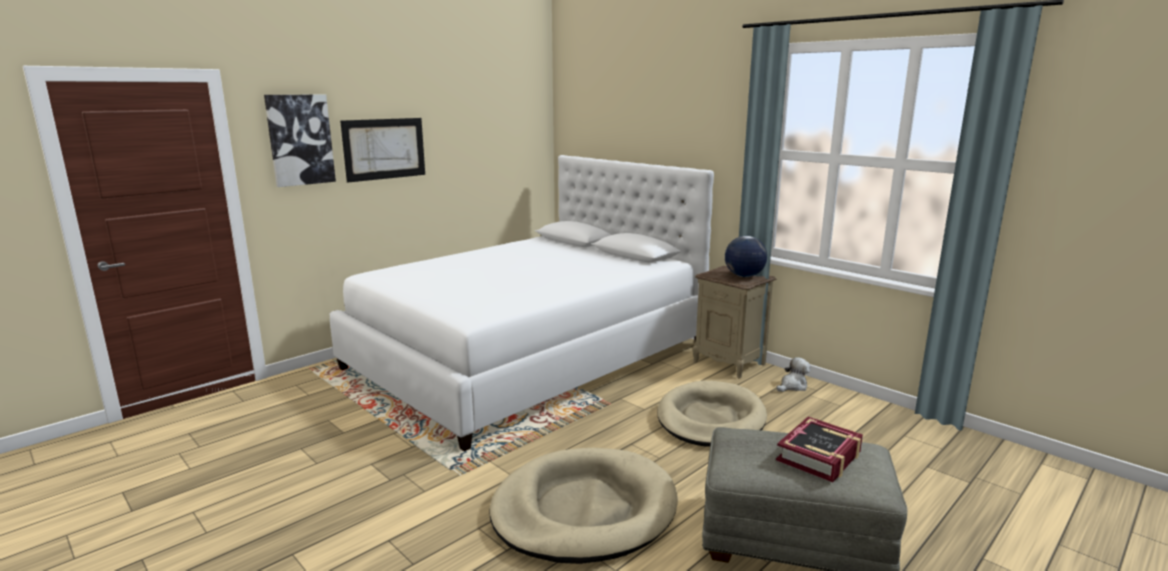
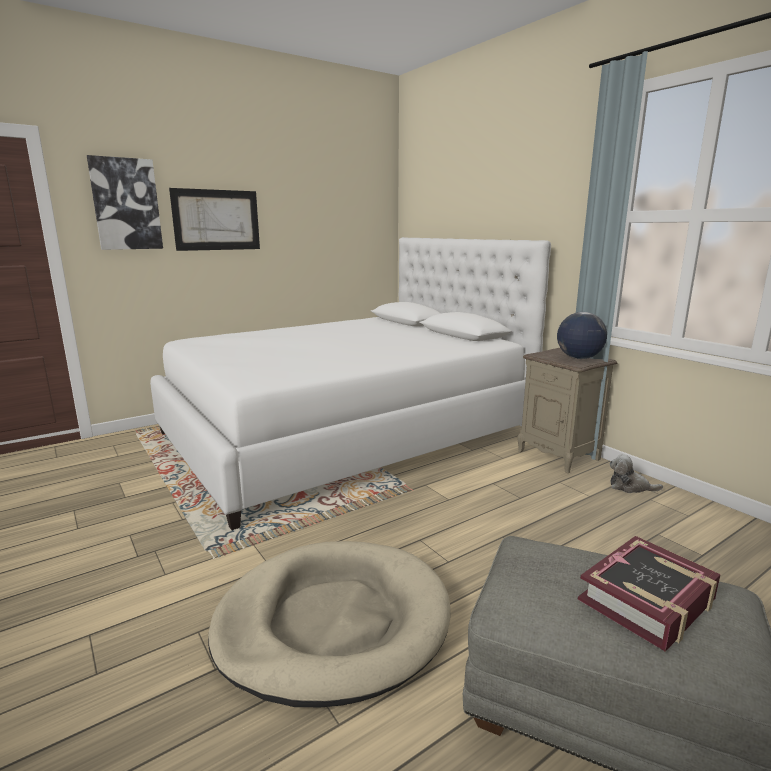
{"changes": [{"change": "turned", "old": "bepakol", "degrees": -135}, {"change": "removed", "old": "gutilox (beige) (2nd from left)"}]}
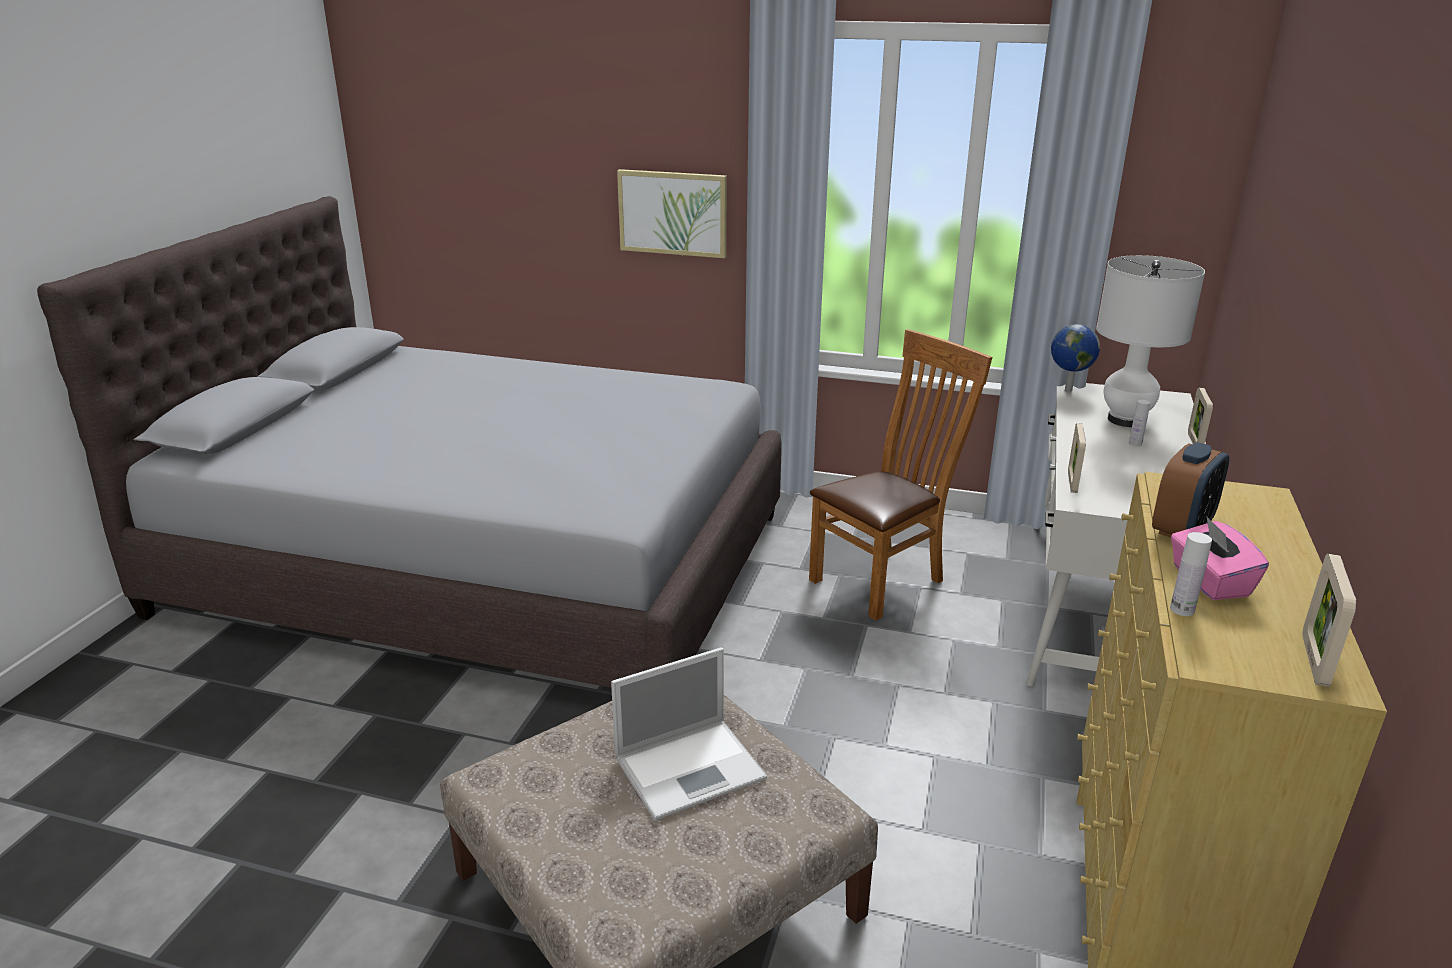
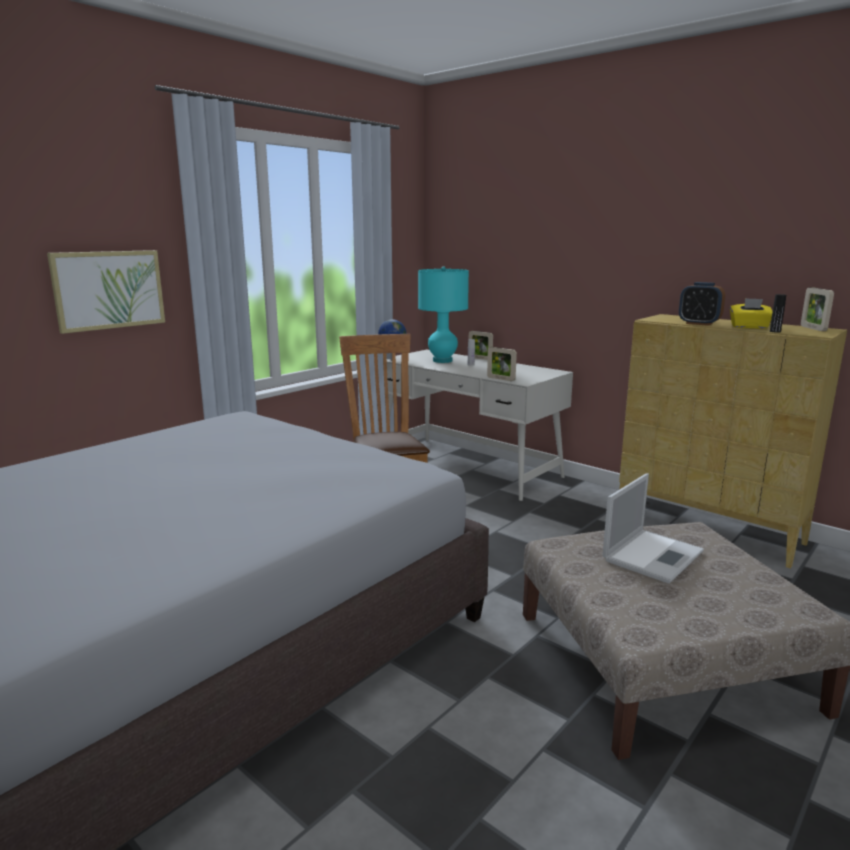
{"changes": [{"change": "recoloured", "old": "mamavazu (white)", "new": "mamavazu (turquoise)"}, {"change": "turned", "old": "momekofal", "degrees": 150}, {"change": "recoloured", "old": "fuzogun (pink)", "new": "fuzogun (yellow)"}, {"change": "recoloured", "old": "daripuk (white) (2nd from left)", "new": "daripuk (black)"}, {"change": "turned", "old": "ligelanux (3rd from left)", "degrees": 45}, {"change": "turned", "old": "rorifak", "degrees": 45}]}
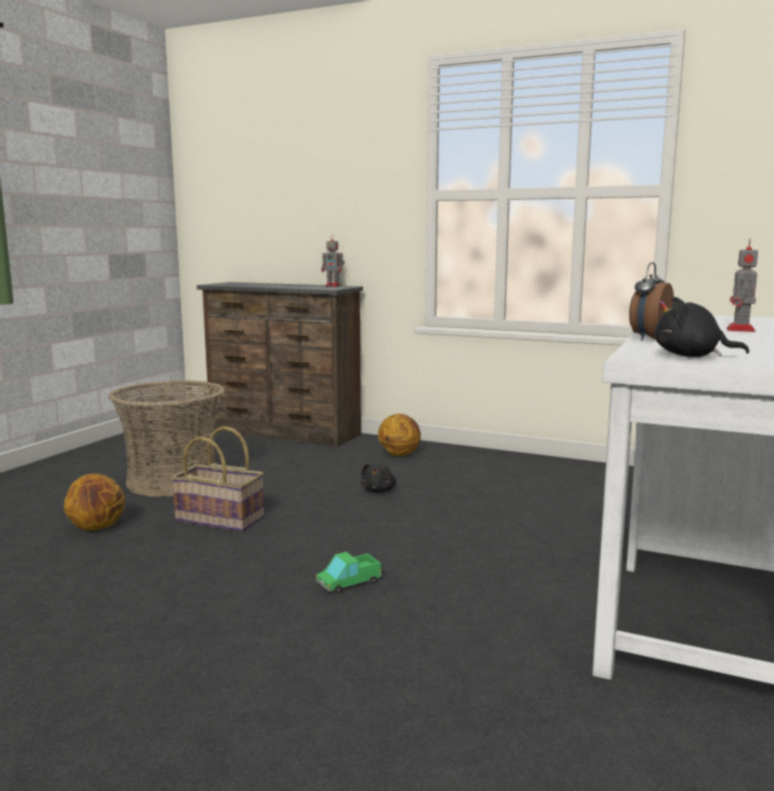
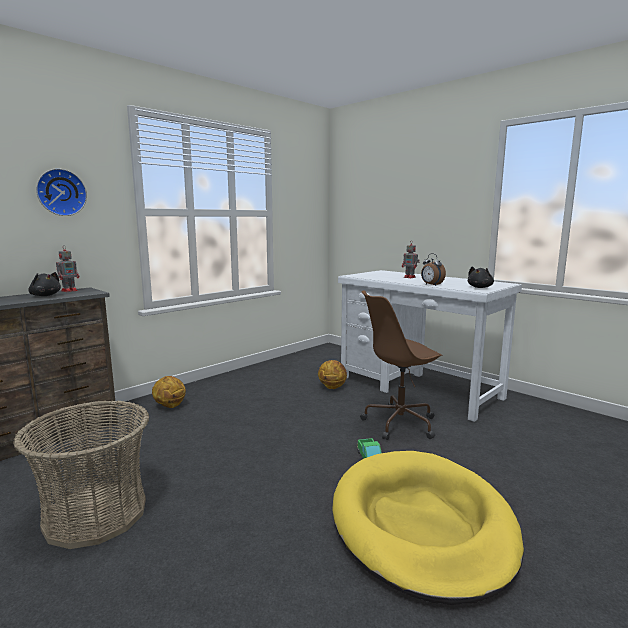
{"changes": [{"change": "removed", "old": "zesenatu (2nd from left)"}, {"change": "moved", "old": "bepakol (black) (1st from left)"}, {"change": "moved", "old": "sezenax (1st from left in the first image)", "new": "sezenax (2nd from left)"}, {"change": "added", "new": "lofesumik"}, {"change": "added", "new": "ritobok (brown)"}, {"change": "added", "new": "gutilox (yellow)"}]}
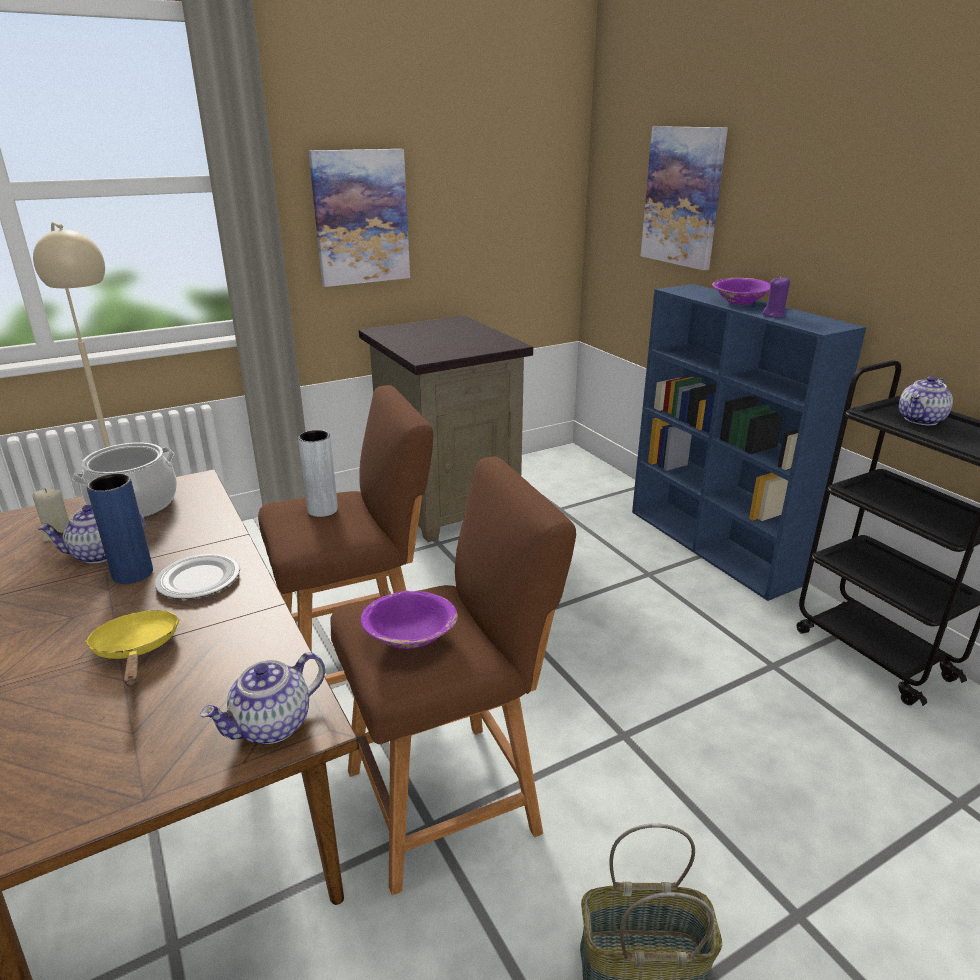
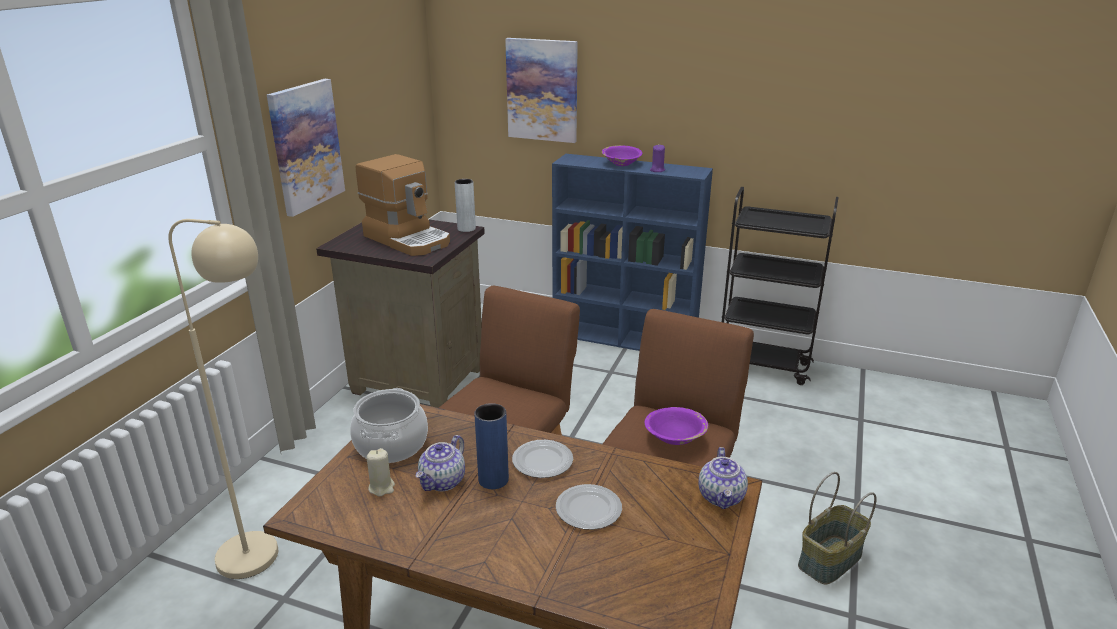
{"changes": [{"change": "removed", "old": "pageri (3rd from left)"}, {"change": "moved", "old": "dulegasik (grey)"}, {"change": "replaced", "old": "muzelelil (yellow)", "new": "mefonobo (2nd from left)"}, {"change": "added", "new": "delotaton"}]}
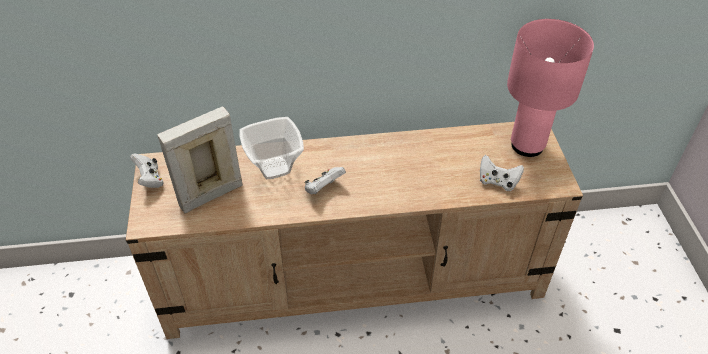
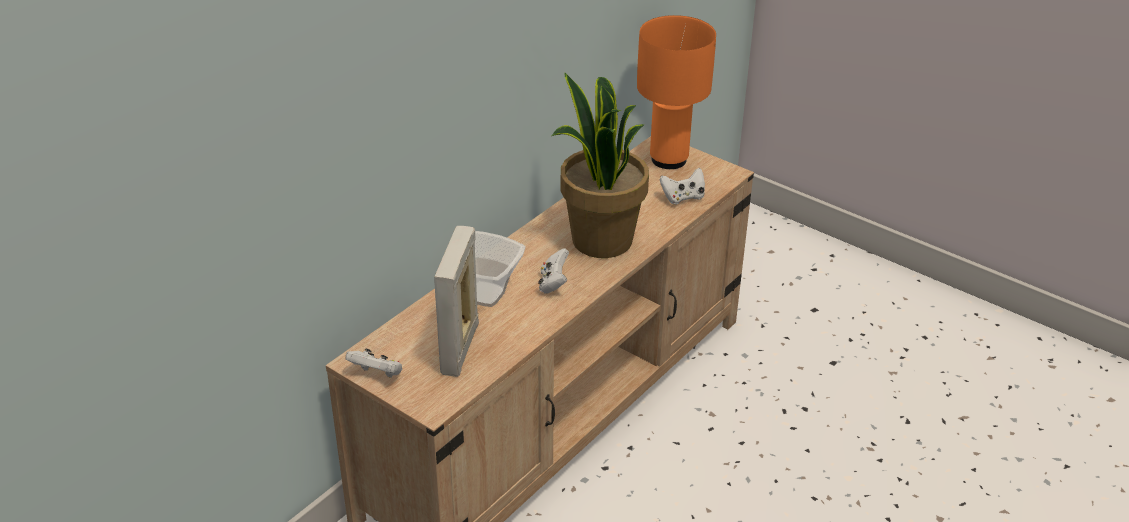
{"changes": [{"change": "recoloured", "old": "mamavazu (pink)", "new": "mamavazu (orange)"}, {"change": "added", "new": "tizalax"}]}
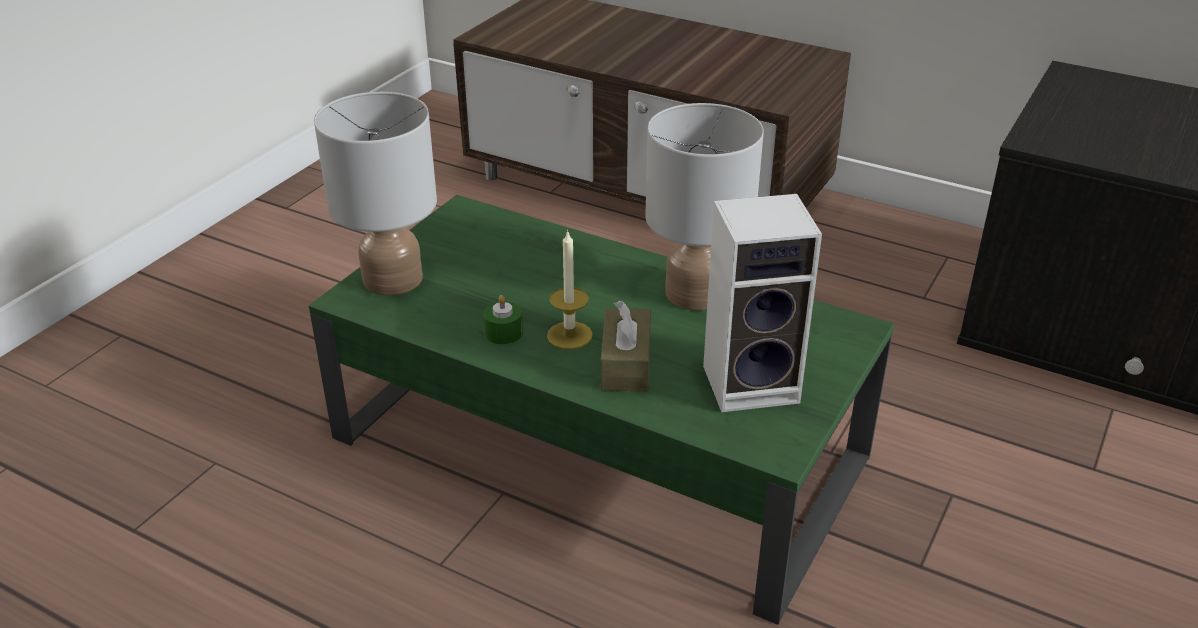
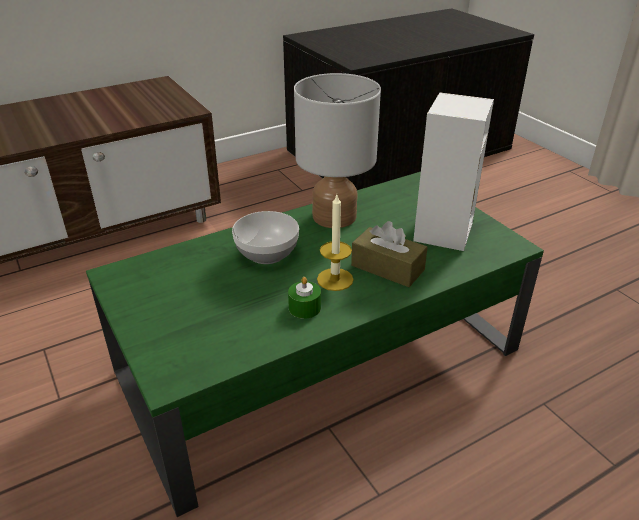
{"changes": [{"change": "removed", "old": "mamavazu (grey) (1st from left)"}, {"change": "added", "new": "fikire"}]}
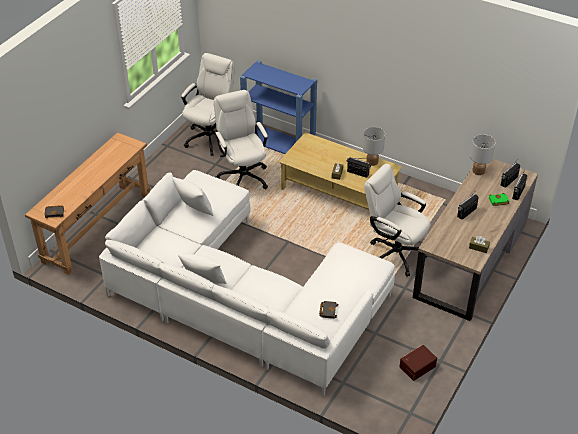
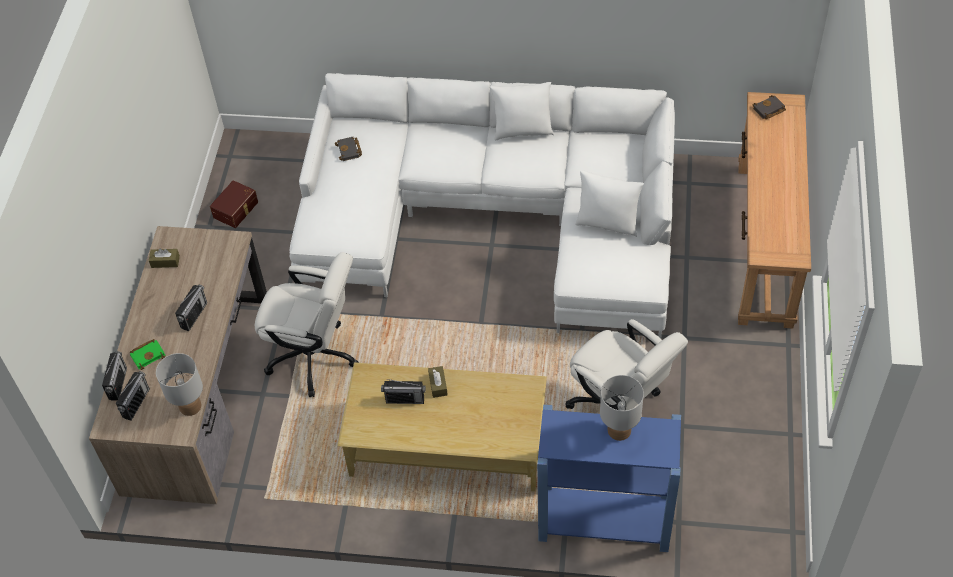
{"changes": [{"change": "removed", "old": "ritobok (white) (1st from left)"}, {"change": "moved", "old": "mamavazu (grey) (1st from left in the first image)", "new": "mamavazu (grey) (2nd from left)"}]}
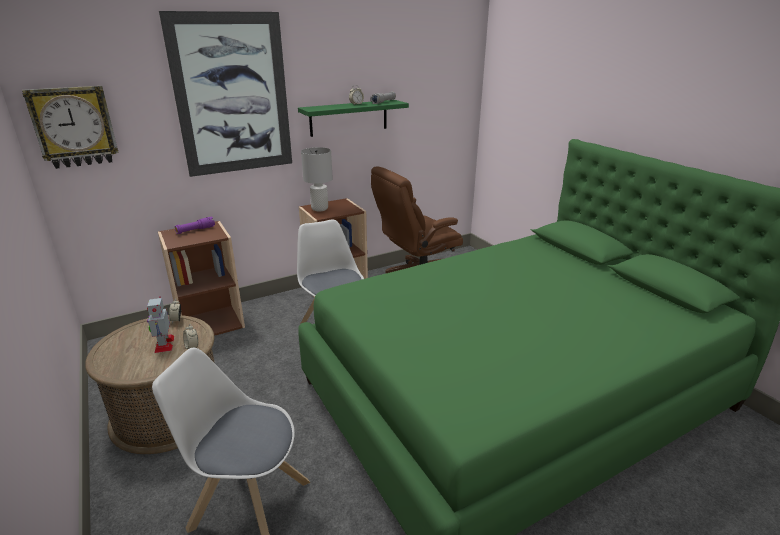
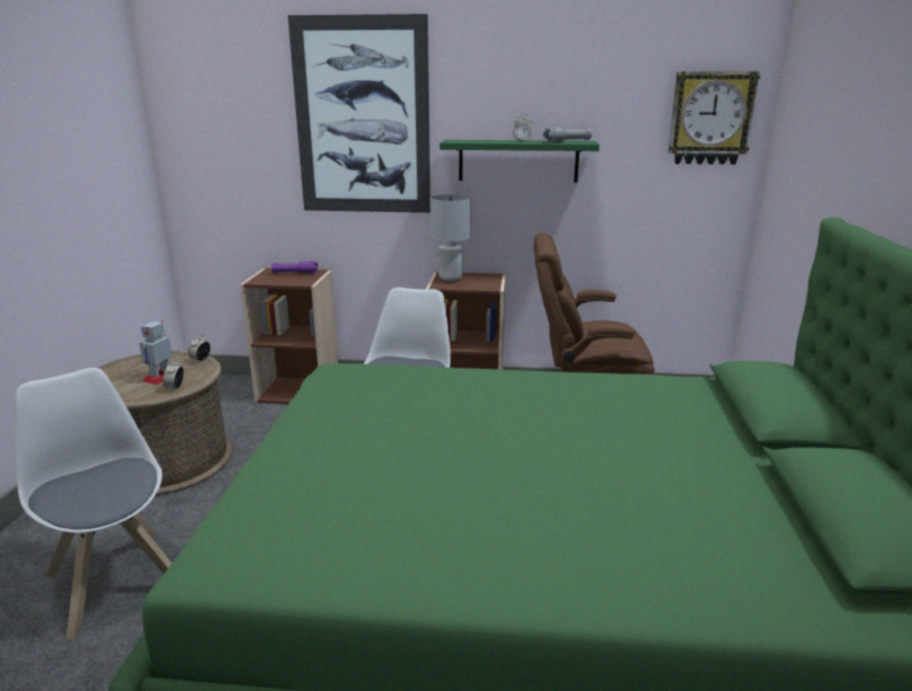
{"changes": [{"change": "moved", "old": "lofesumik"}]}
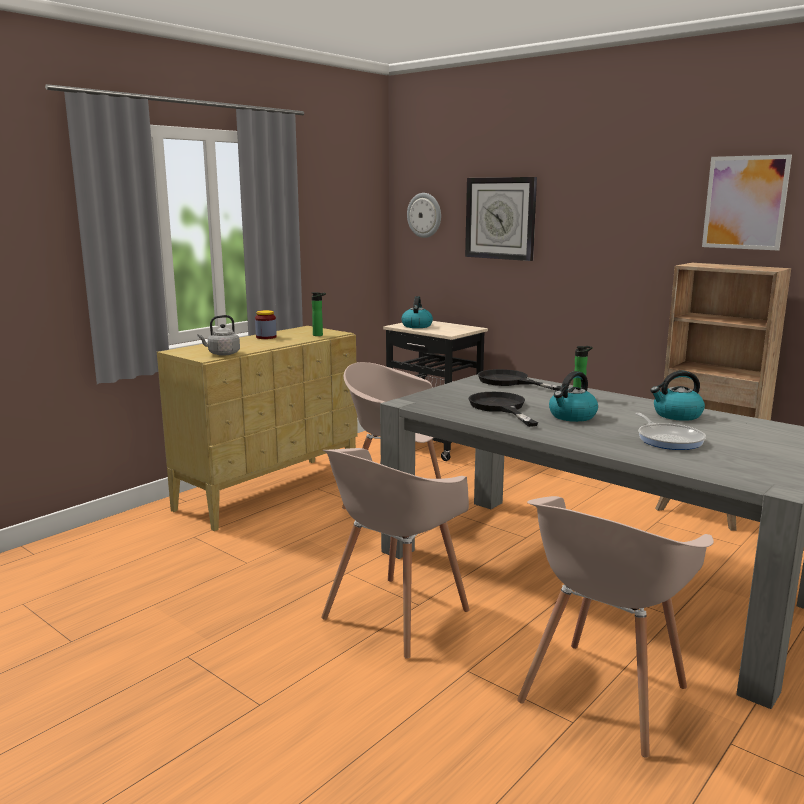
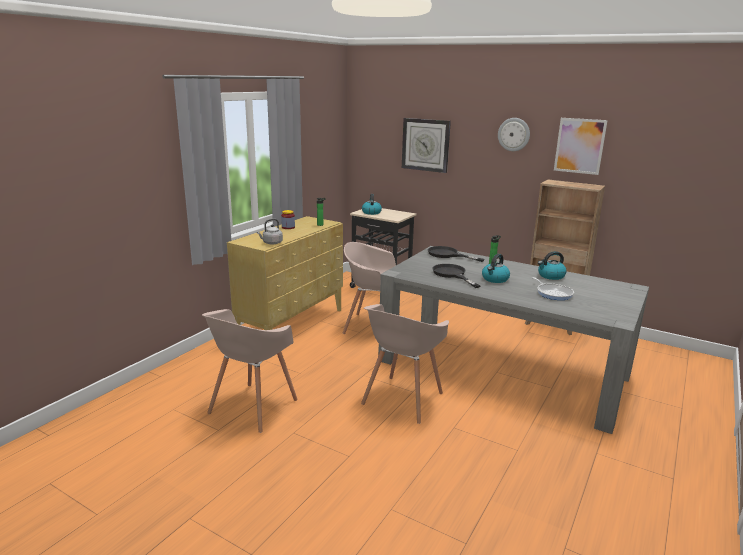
{"changes": [{"change": "moved", "old": "lofesumik (1st from left in the first image)", "new": "lofesumik (2nd from left)"}, {"change": "moved", "old": "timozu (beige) (3rd from left in the first image)", "new": "timozu (beige) (1st from left)"}]}
